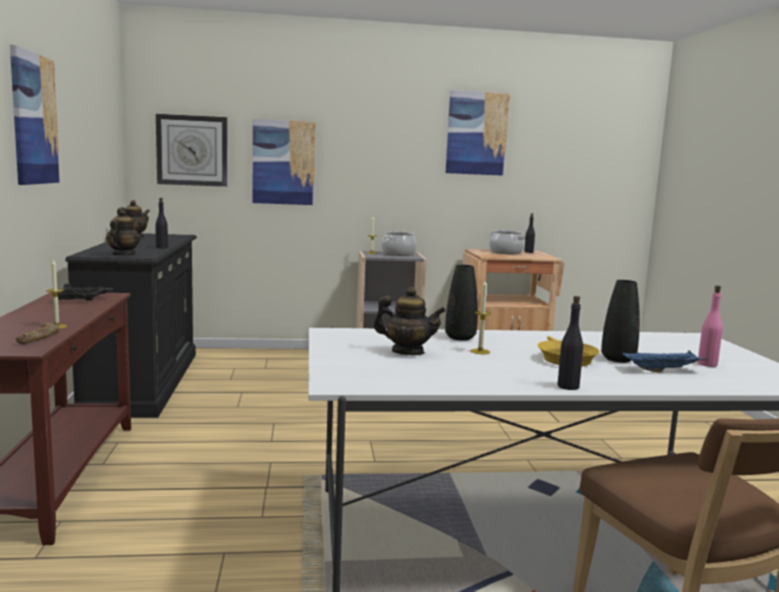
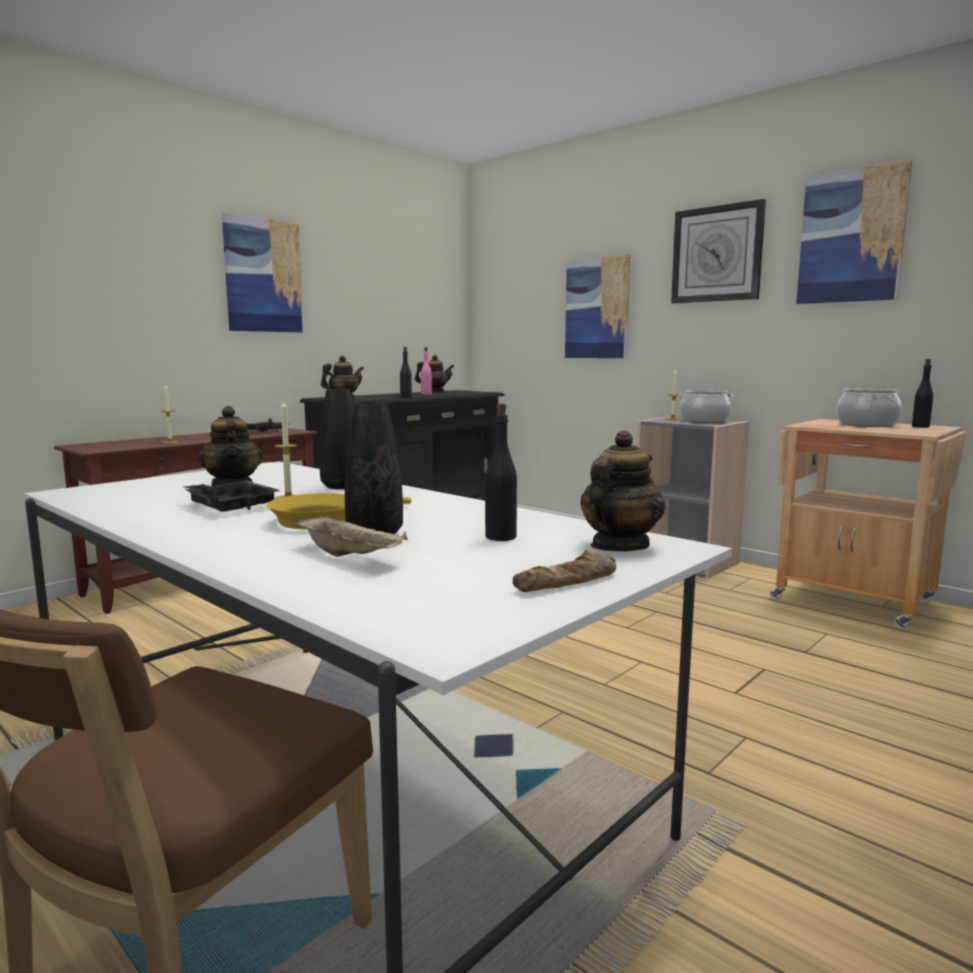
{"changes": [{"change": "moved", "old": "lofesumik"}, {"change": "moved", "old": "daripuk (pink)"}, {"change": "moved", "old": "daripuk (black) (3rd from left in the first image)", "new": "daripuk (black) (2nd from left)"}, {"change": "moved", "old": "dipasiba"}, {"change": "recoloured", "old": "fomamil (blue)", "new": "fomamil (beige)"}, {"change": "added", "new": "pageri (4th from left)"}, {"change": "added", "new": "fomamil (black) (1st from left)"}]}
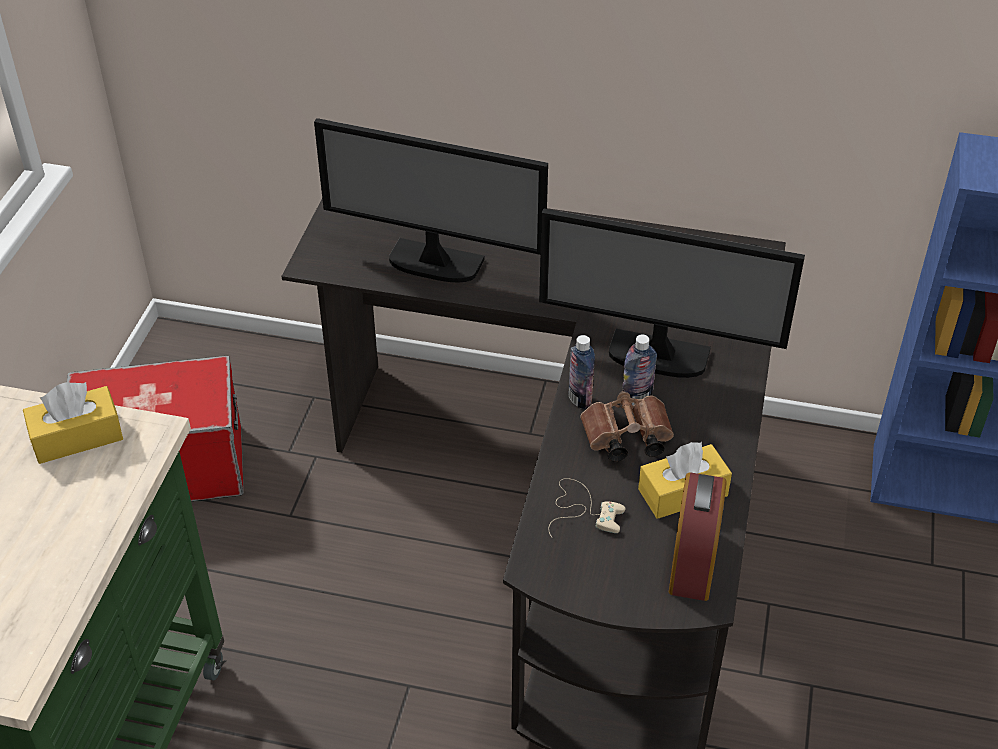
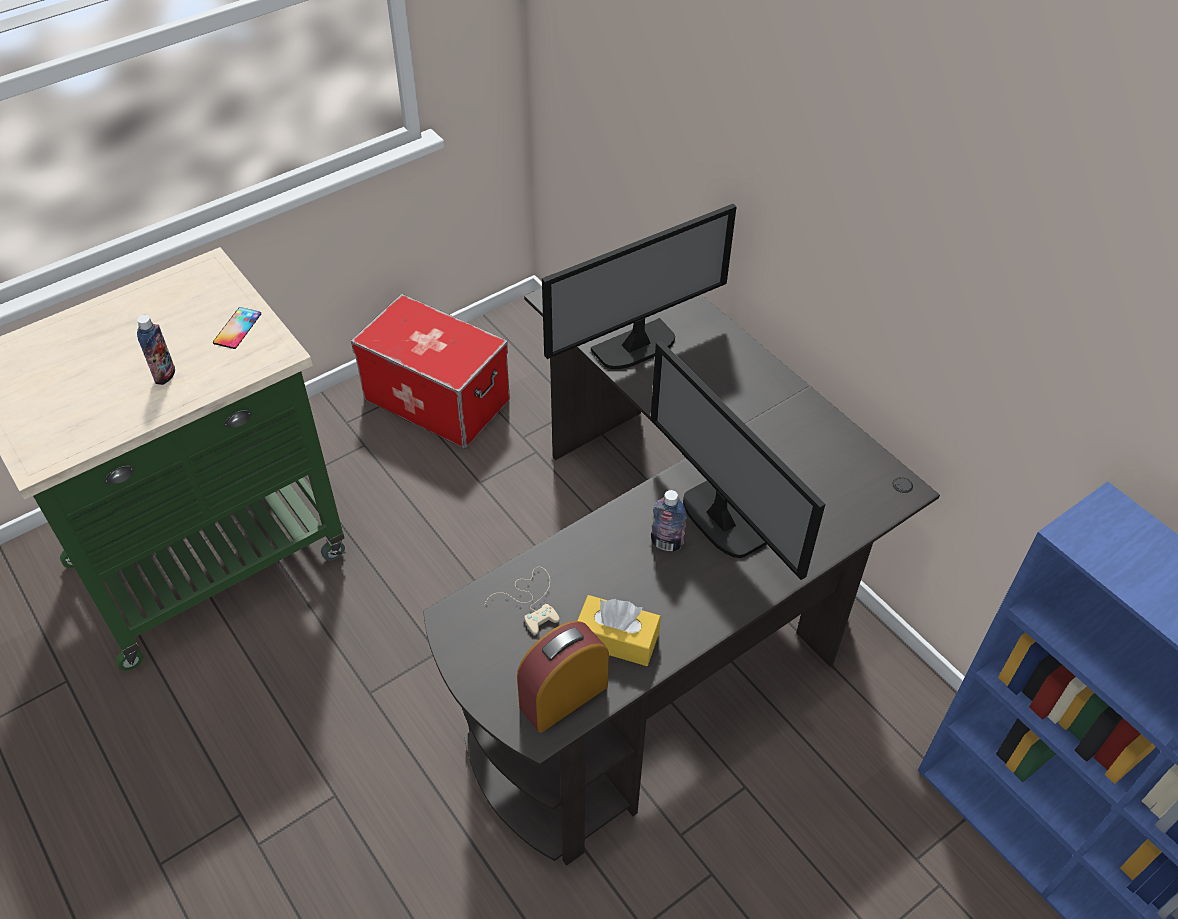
{"changes": [{"change": "turned", "old": "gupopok (1st from left)", "degrees": -90}, {"change": "moved", "old": "daripuk (1st from left)"}, {"change": "replaced", "old": "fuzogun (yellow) (1st from left)", "new": "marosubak"}, {"change": "removed", "old": "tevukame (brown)"}]}
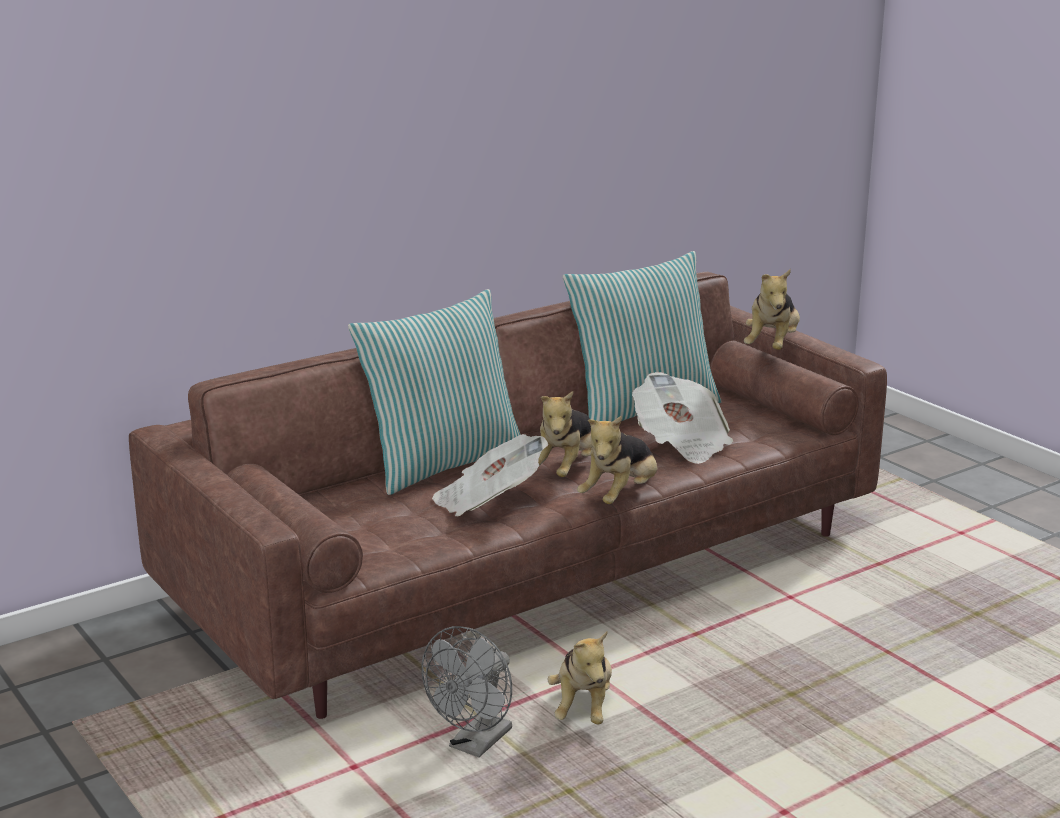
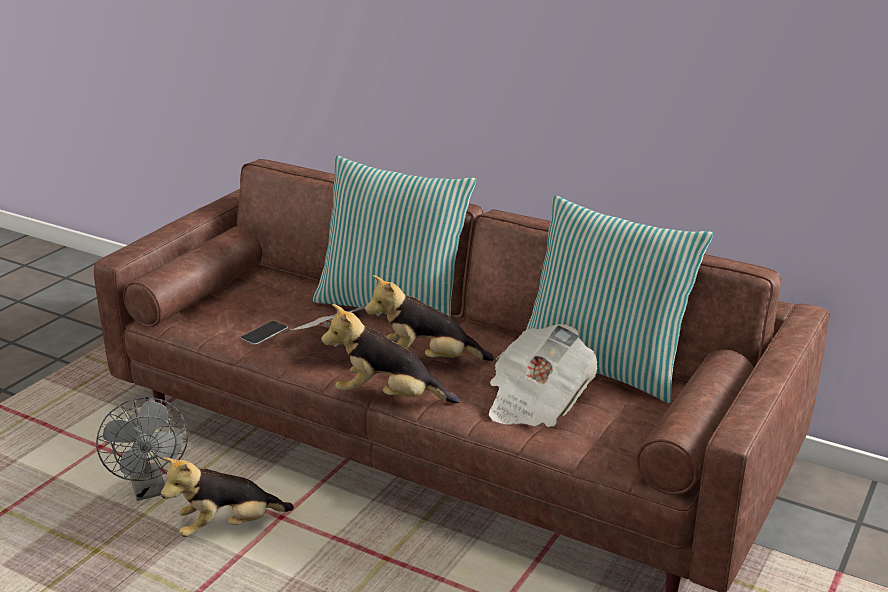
{"changes": [{"change": "removed", "old": "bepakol (4th from left)"}, {"change": "turned", "old": "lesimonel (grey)", "degrees": -120}, {"change": "added", "new": "marosubak"}]}
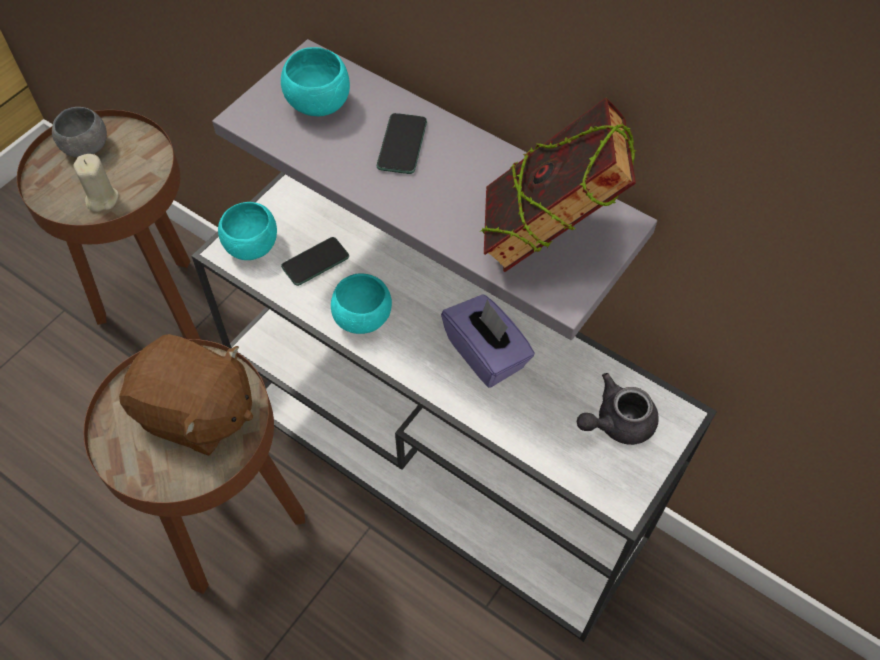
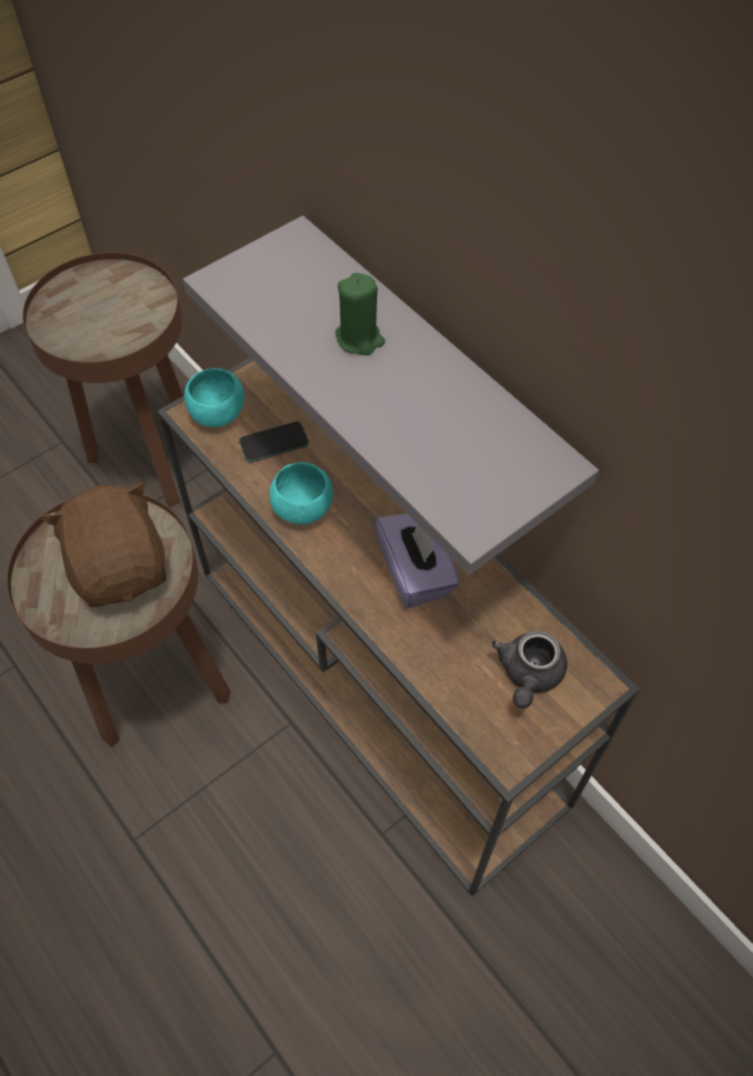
{"changes": [{"change": "removed", "old": "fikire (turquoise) (2nd from left)"}, {"change": "removed", "old": "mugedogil"}, {"change": "removed", "old": "fikire (grey)"}, {"change": "replaced", "old": "marosubak (2nd from left)", "new": "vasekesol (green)"}, {"change": "removed", "old": "vasekesol (beige)"}, {"change": "recoloured", "old": "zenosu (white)", "new": "zenosu (brown)"}, {"change": "turned", "old": "bepakol (brown)", "degrees": -150}, {"change": "turned", "old": "pageri (grey)", "degrees": -60}]}
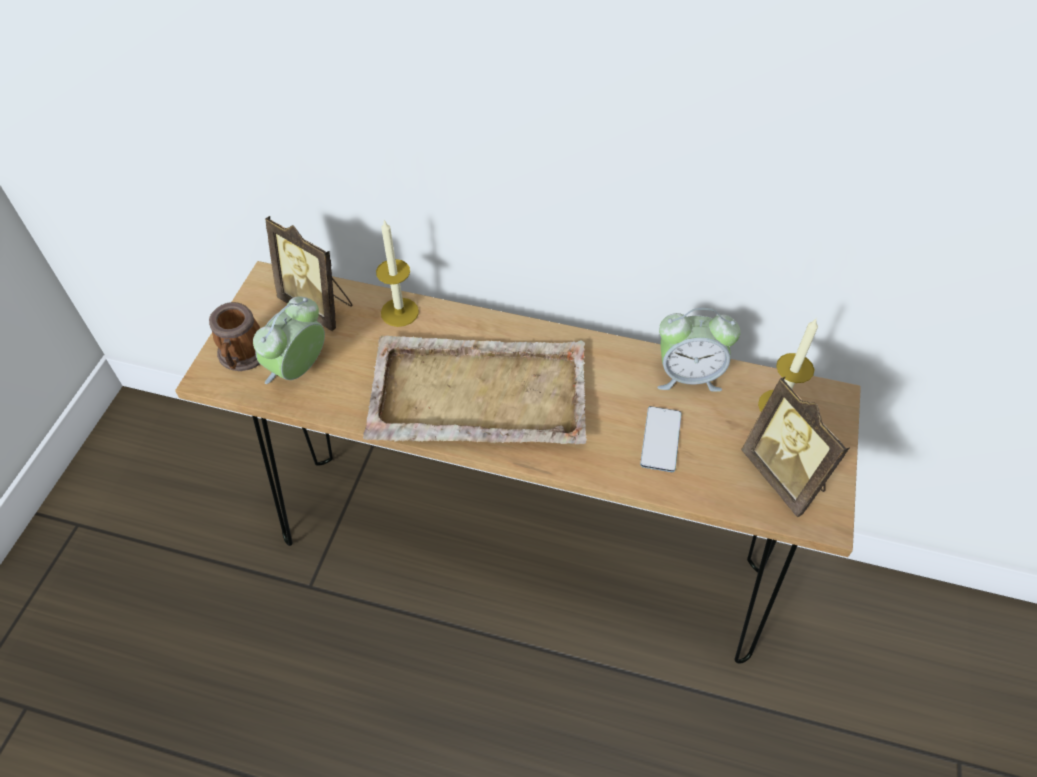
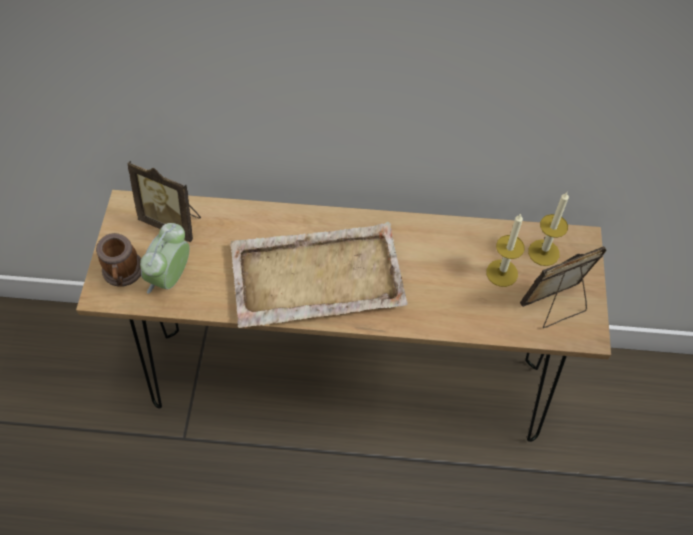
{"changes": [{"change": "moved", "old": "vasekesol (1st from left)"}, {"change": "removed", "old": "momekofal (2nd from left)"}, {"change": "turned", "old": "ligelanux (2nd from left)", "degrees": 105}, {"change": "removed", "old": "marosubak"}]}
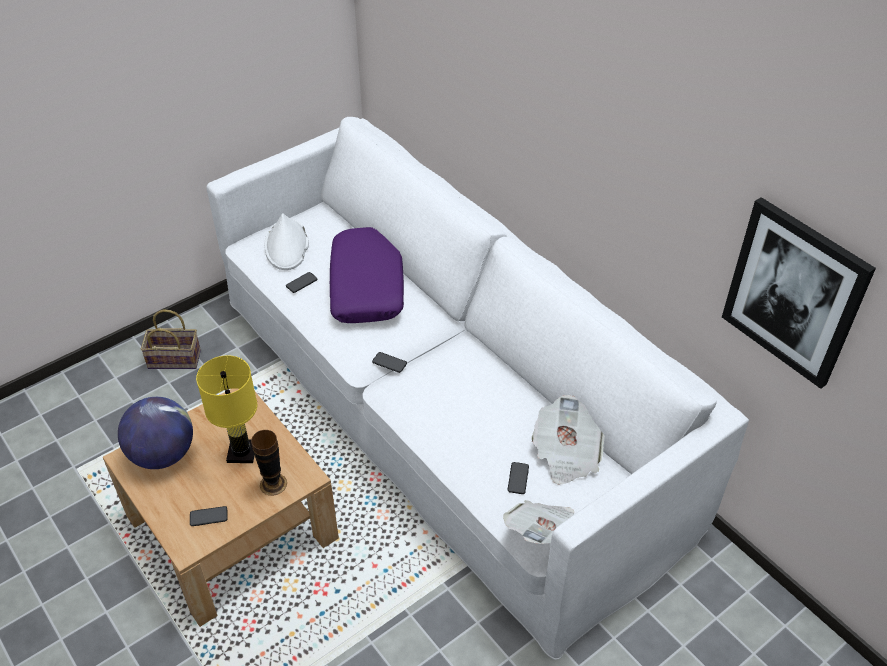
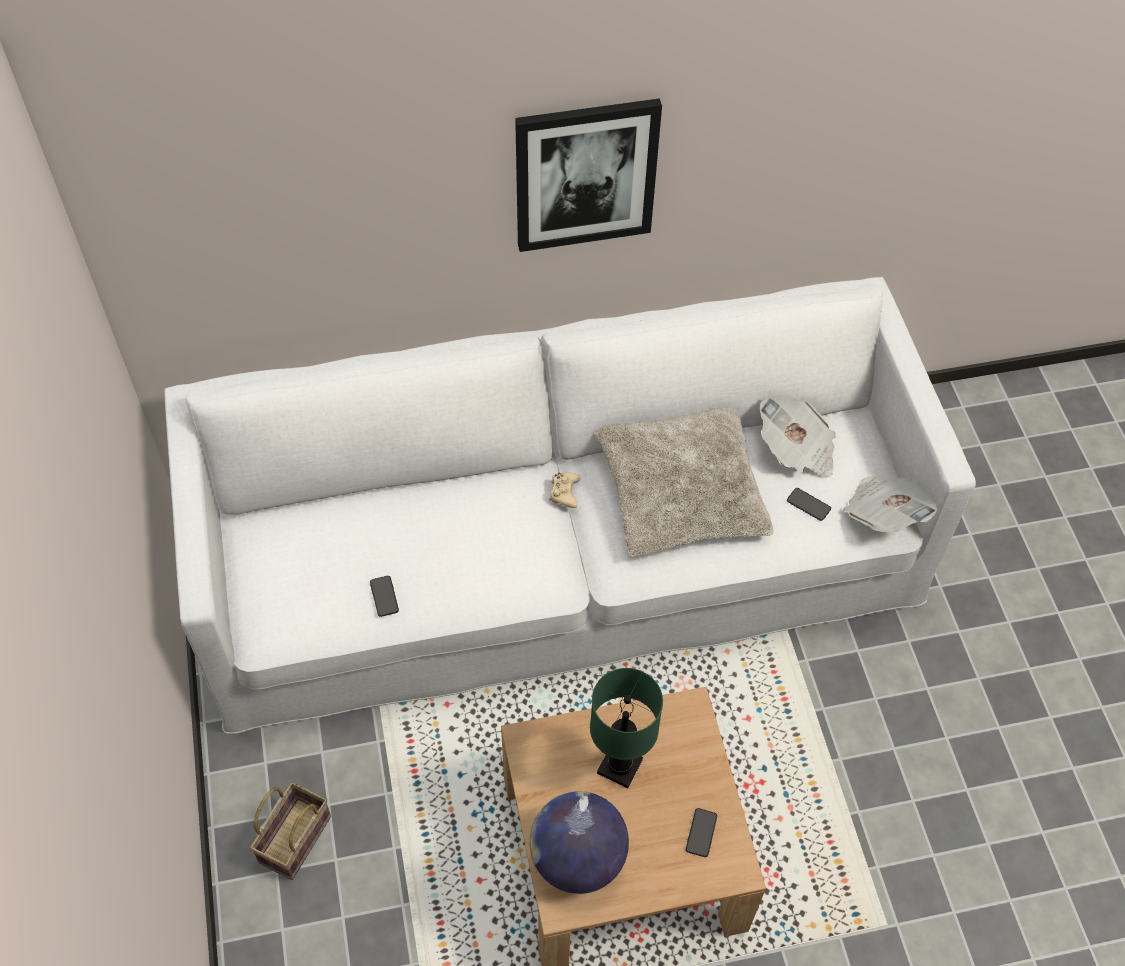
{"changes": [{"change": "moved", "old": "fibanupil"}, {"change": "removed", "old": "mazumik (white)"}, {"change": "removed", "old": "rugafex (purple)"}, {"change": "removed", "old": "marosubak (3rd from left)"}, {"change": "recoloured", "old": "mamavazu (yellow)", "new": "mamavazu (green)"}, {"change": "removed", "old": "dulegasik"}, {"change": "added", "new": "rugafex (beige)"}, {"change": "added", "new": "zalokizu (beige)"}]}
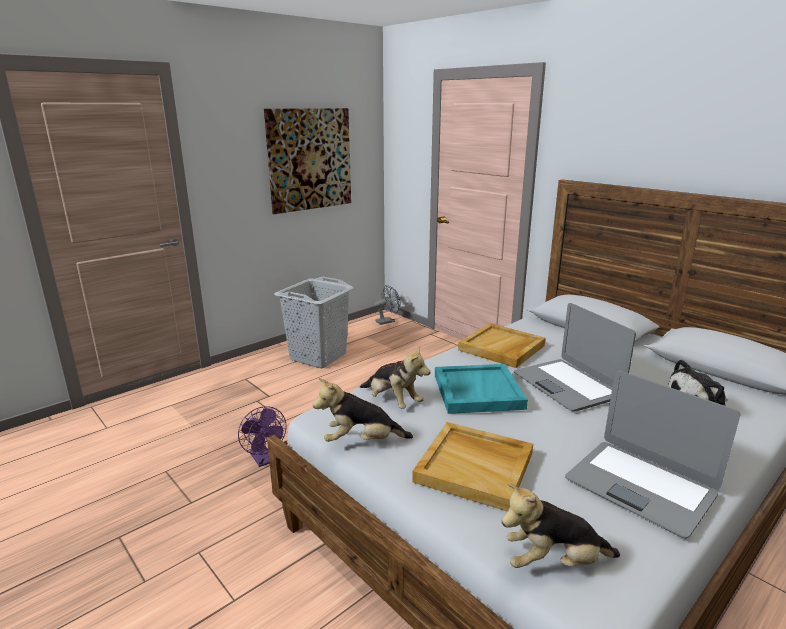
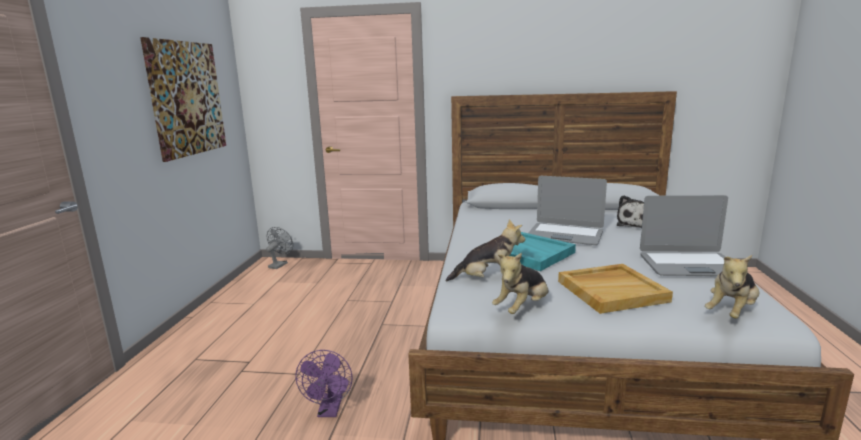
{"changes": [{"change": "removed", "old": "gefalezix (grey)"}, {"change": "removed", "old": "fomamil (beige) (2nd from left)"}, {"change": "turned", "old": "lesimonel (purple)", "degrees": 75}]}
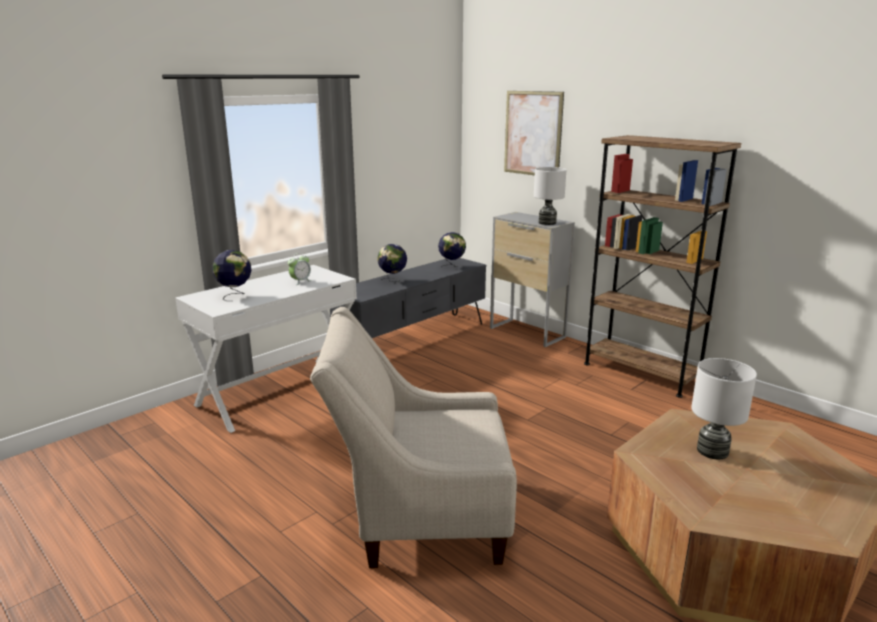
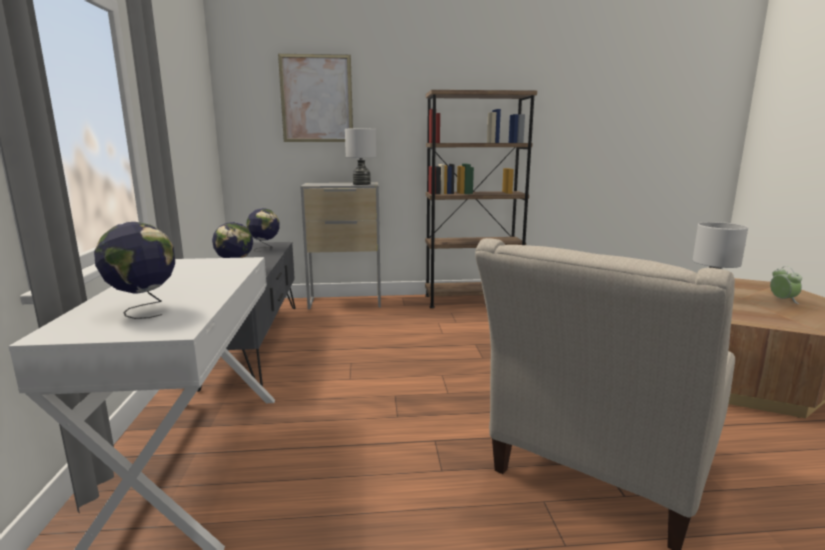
{"changes": [{"change": "moved", "old": "momekofal"}]}
